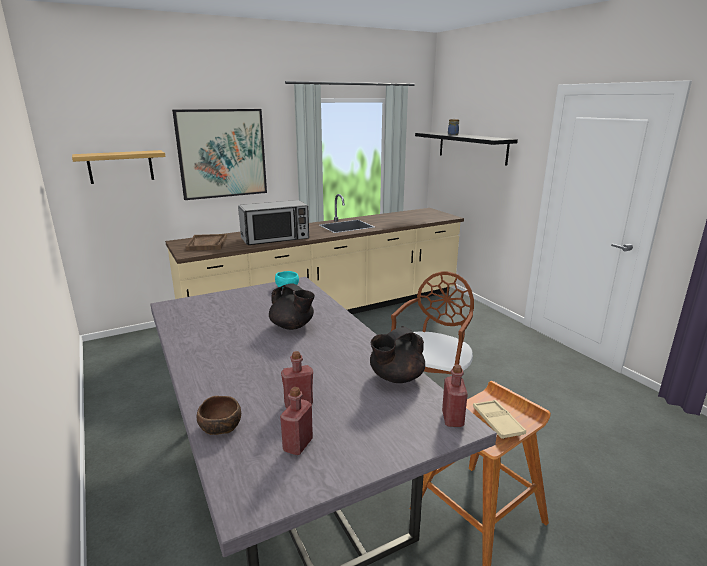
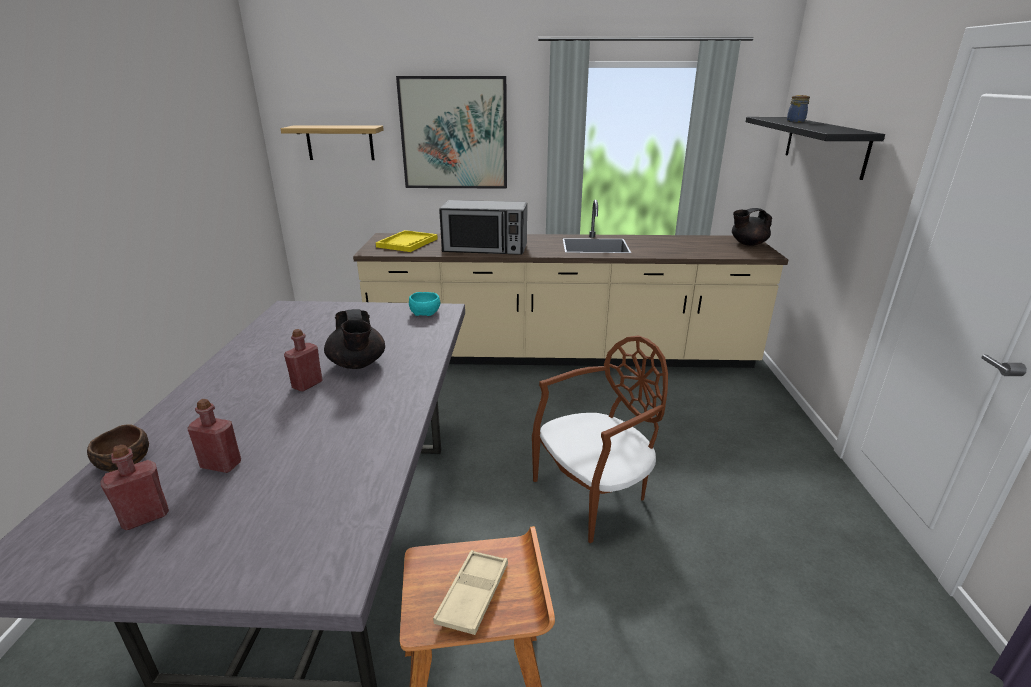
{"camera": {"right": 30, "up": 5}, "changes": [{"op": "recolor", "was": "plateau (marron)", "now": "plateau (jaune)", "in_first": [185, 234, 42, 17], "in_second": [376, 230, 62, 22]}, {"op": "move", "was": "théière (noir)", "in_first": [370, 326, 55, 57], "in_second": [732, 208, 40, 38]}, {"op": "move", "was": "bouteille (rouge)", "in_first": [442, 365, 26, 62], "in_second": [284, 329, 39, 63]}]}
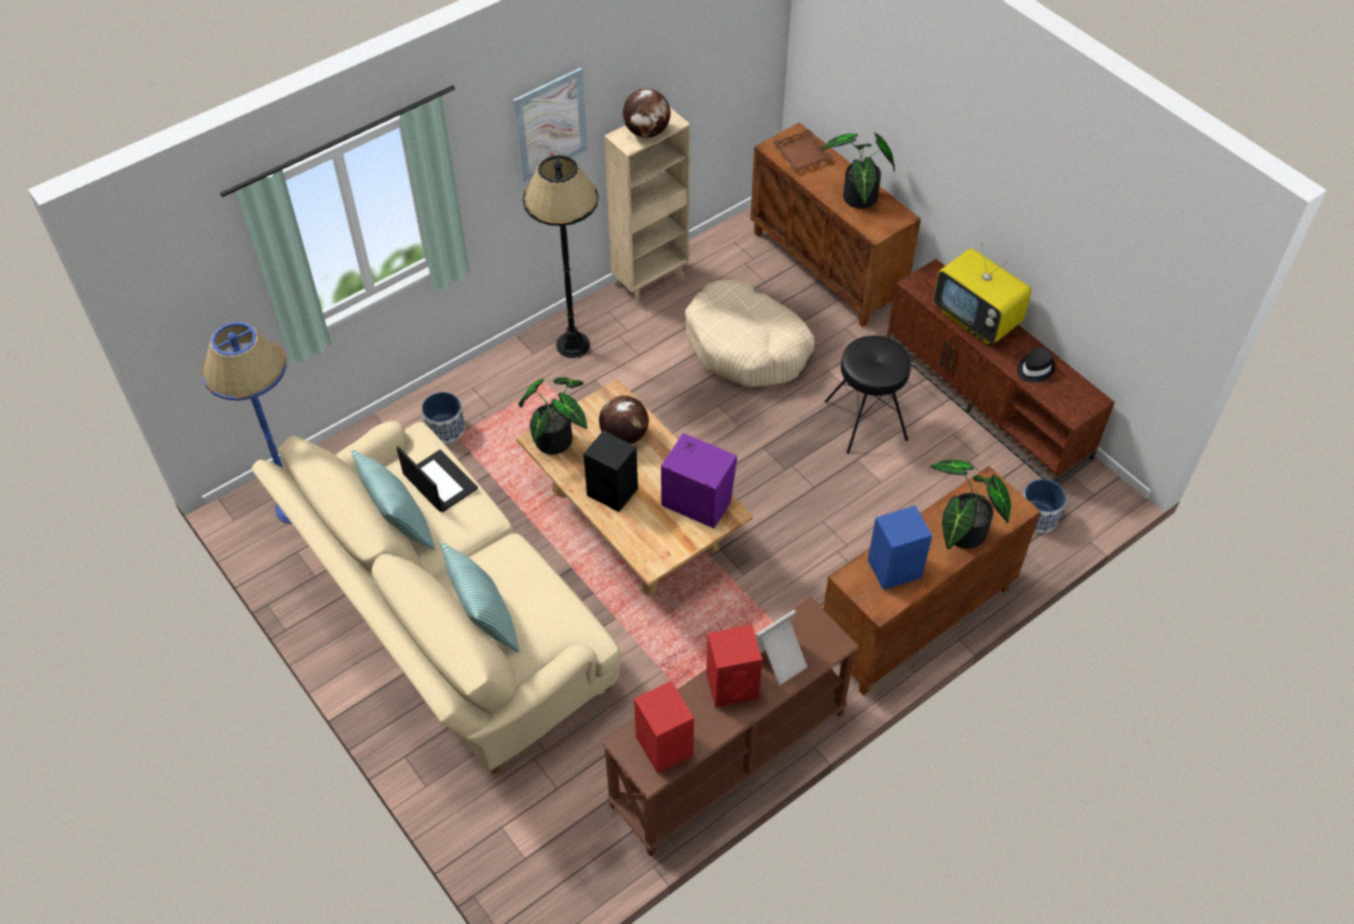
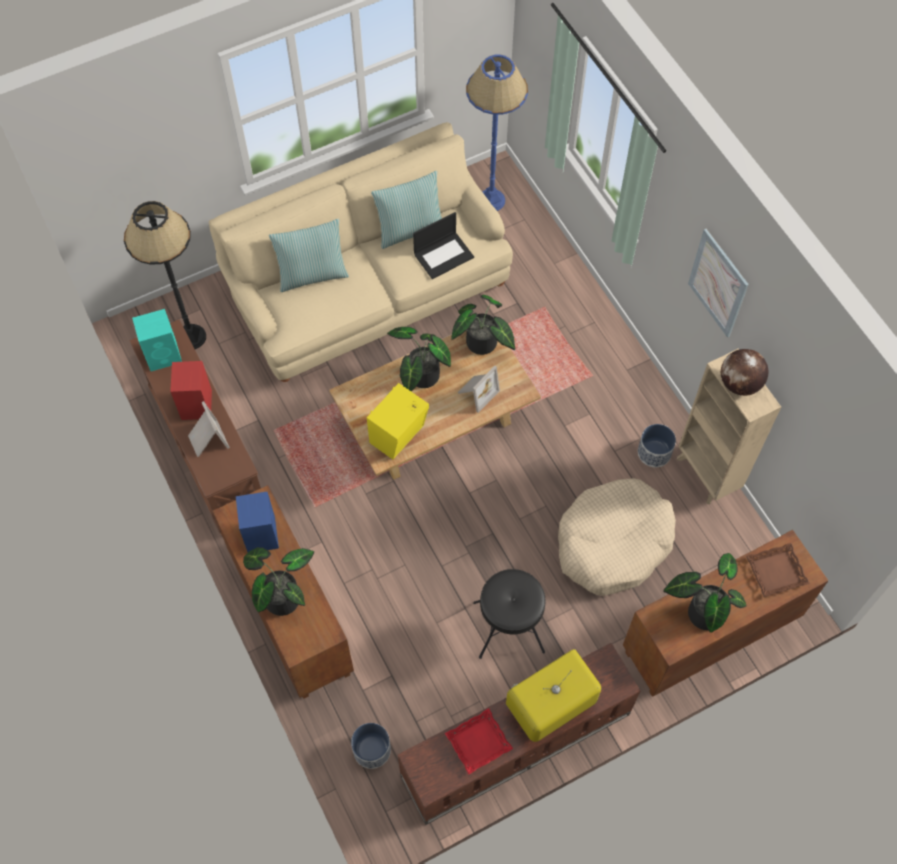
{"camera": {"right": 100, "up": 10}, "changes": [{"op": "move", "was": "cache-pot", "in_first": [422, 392, 43, 51], "in_second": [638, 424, 38, 43]}, {"op": "move", "was": "lampadaire (noir)", "in_first": [523, 155, 76, 203], "in_second": [124, 201, 82, 148]}, {"op": "replace", "was": "enceinte (noir)", "now": "plante en pot", "in_first": [584, 430, 54, 82], "in_second": [387, 327, 64, 64]}, {"op": "replace", "was": "globe", "now": "cadre photo", "in_first": [599, 395, 50, 49], "in_second": [458, 366, 42, 47]}, {"op": "recolor", "was": "enceinte (rouge)", "now": "enceinte (turquoise)", "in_first": [634, 681, 60, 93], "in_second": [132, 309, 50, 62]}, {"op": "recolor", "was": "enceinte (violet)", "now": "enceinte (jaune)", "in_first": [661, 433, 76, 95], "in_second": [367, 383, 62, 76]}, {"op": "replace", "was": "chapeau (noir)", "now": "plateau (rouge)", "in_first": [1017, 347, 38, 36], "in_second": [445, 708, 68, 67]}]}
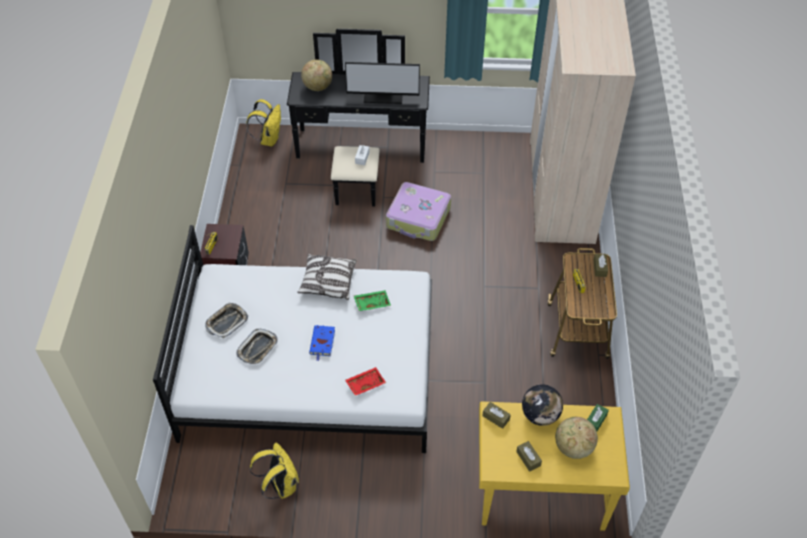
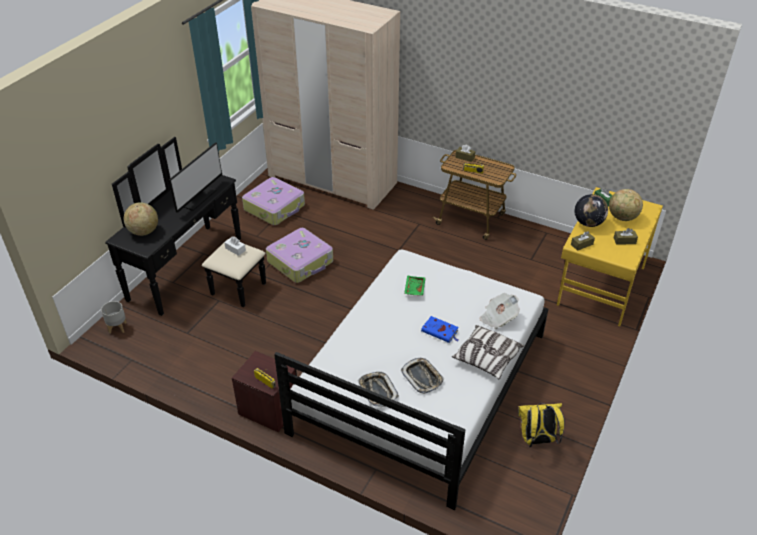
{"camera": {"right": -65, "up": -10}, "changes": [{"op": "replace", "was": "sac à dos (jaune)", "now": "cache-pot (gris)", "in_first": [246, 99, 35, 48], "in_second": [101, 301, 26, 32]}, {"op": "move", "was": "coussin", "in_first": [297, 254, 59, 46], "in_second": [452, 325, 72, 54]}, {"op": "replace", "was": "plateau (rouge)", "now": "journal", "in_first": [345, 367, 41, 29], "in_second": [479, 293, 41, 36]}, {"op": "insert", "now": "valise", "in_second": [242, 177, 63, 48]}]}
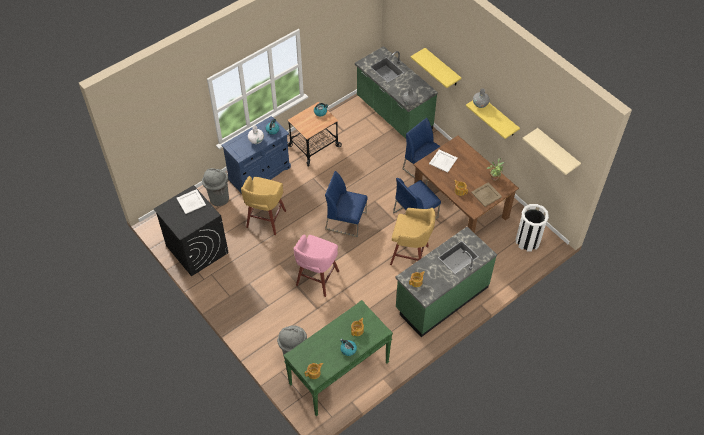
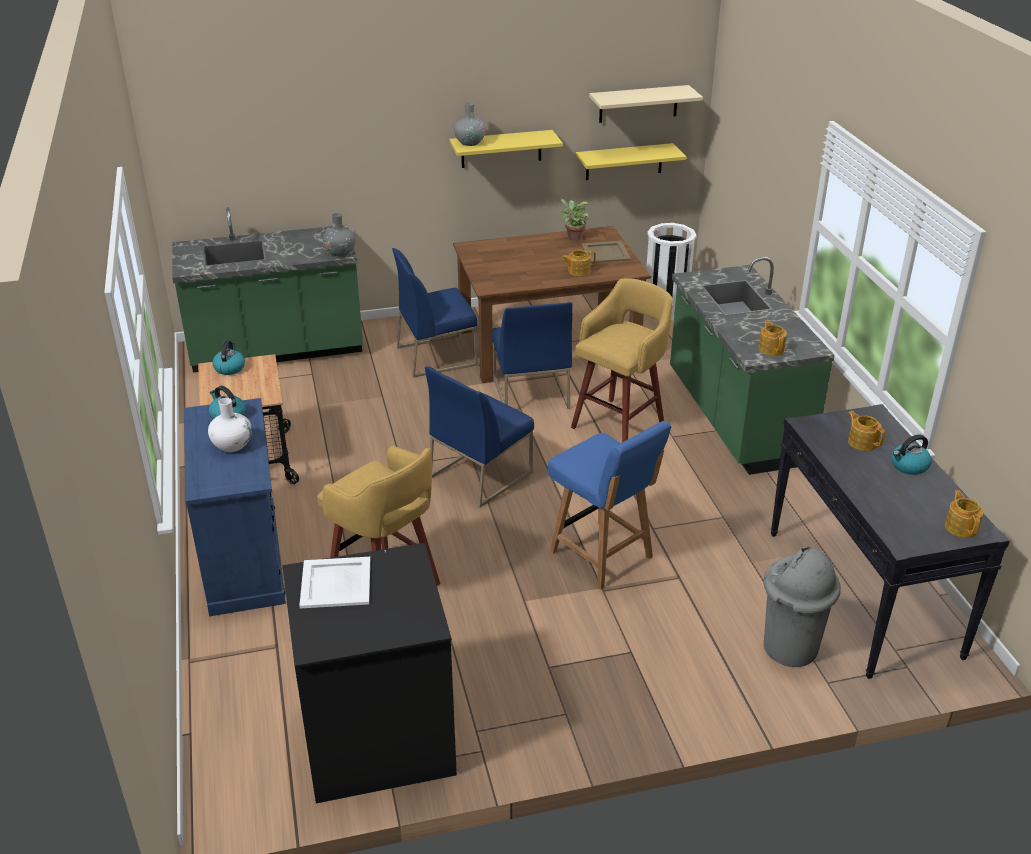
{"camera": {"right": -65, "up": -20}, "changes": [{"op": "delete", "was": "poubelle (gris)", "in_first": [202, 168, 27, 38]}, {"op": "recolor", "was": "table console (vert)", "now": "table console (noir)", "in_first": [283, 300, 110, 117], "in_second": [770, 404, 240, 275]}, {"op": "replace", "was": "tabouret (rose)", "now": "chaise (bleu)", "in_first": [294, 234, 45, 63], "in_second": [548, 421, 123, 169]}, {"op": "move", "was": "étagère (jaune)", "in_first": [410, 48, 52, 40], "in_second": [576, 143, 111, 37]}, {"op": "delete", "was": "plateau (blanc)", "in_first": [429, 150, 29, 22]}]}
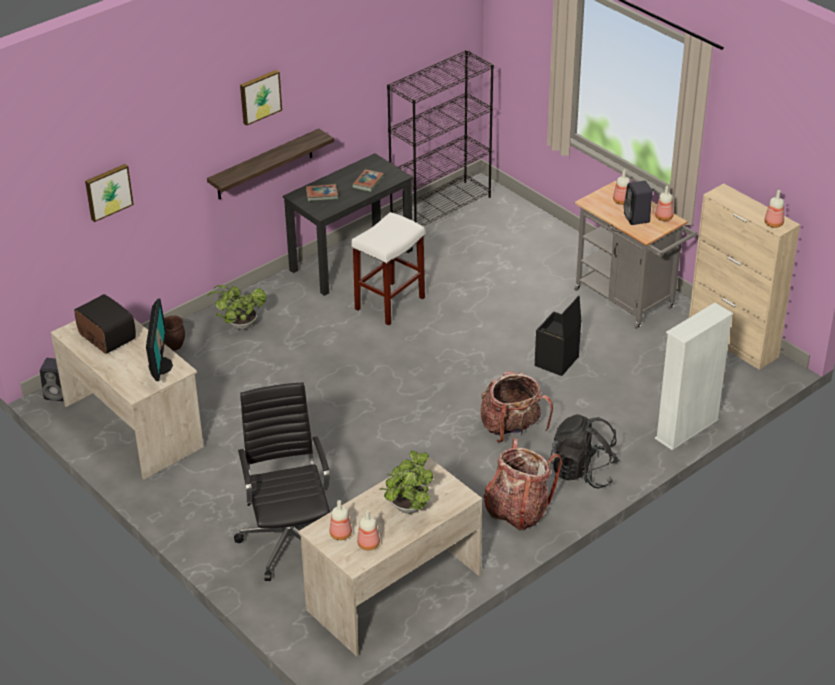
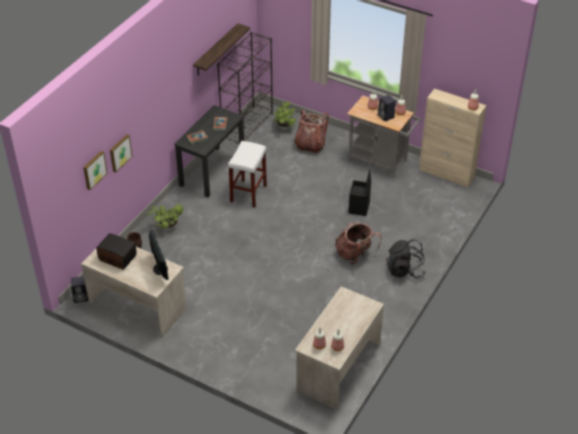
{"camera": {"right": -20, "up": 5}, "changes": [{"op": "move", "was": "étagère", "in_first": [207, 129, 127, 70], "in_second": [193, 23, 57, 53]}, {"op": "delete", "was": "chaise de bureau (noir)", "in_first": [234, 382, 96, 199]}, {"op": "move", "was": "tableau", "in_first": [240, 70, 42, 56], "in_second": [110, 134, 22, 39]}, {"op": "move", "was": "plante en pot", "in_first": [380, 451, 53, 63], "in_second": [274, 102, 22, 28]}, {"op": "move", "was": "sac à dos", "in_first": [483, 438, 79, 93], "in_second": [294, 110, 35, 43]}, {"op": "delete", "was": "bibliothèque (blanc)", "in_first": [655, 303, 78, 147]}]}
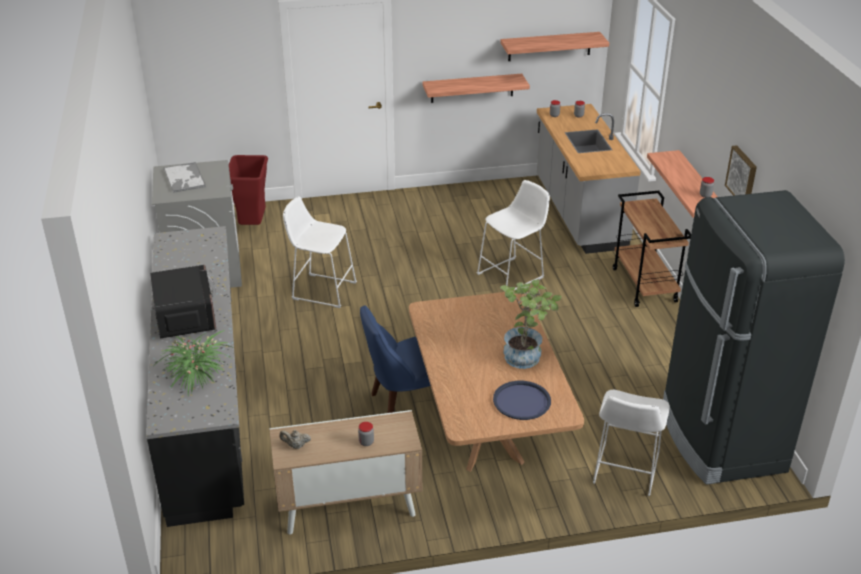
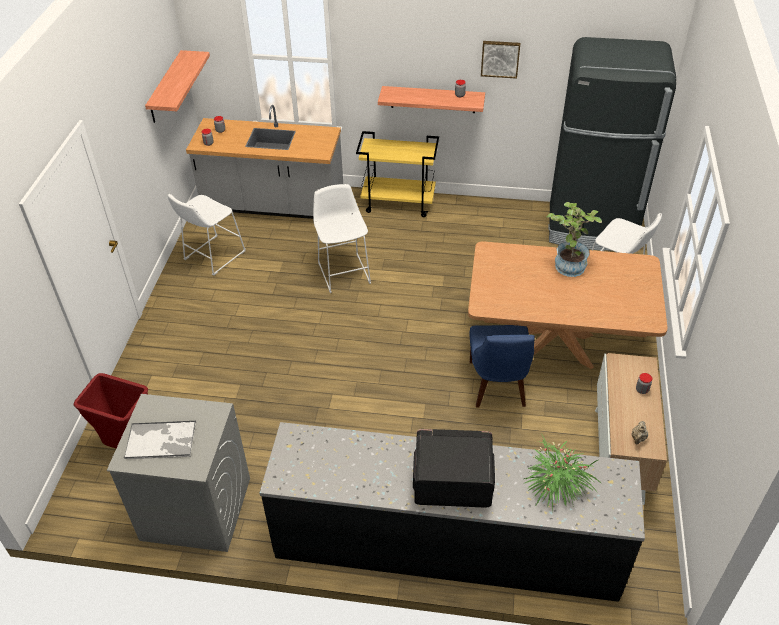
{"camera": {"right": -70, "up": 10}, "changes": [{"op": "move", "was": "tabouret (blanc)", "in_first": [283, 196, 74, 112], "in_second": [168, 194, 78, 82]}, {"op": "delete", "was": "étagère", "in_first": [422, 74, 108, 29]}, {"op": "delete", "was": "plateau (bleu)", "in_first": [493, 381, 58, 39]}, {"op": "recolor", "was": "chariot (marron)", "now": "chariot (jaune)", "in_first": [613, 191, 78, 116], "in_second": [356, 131, 83, 86]}]}
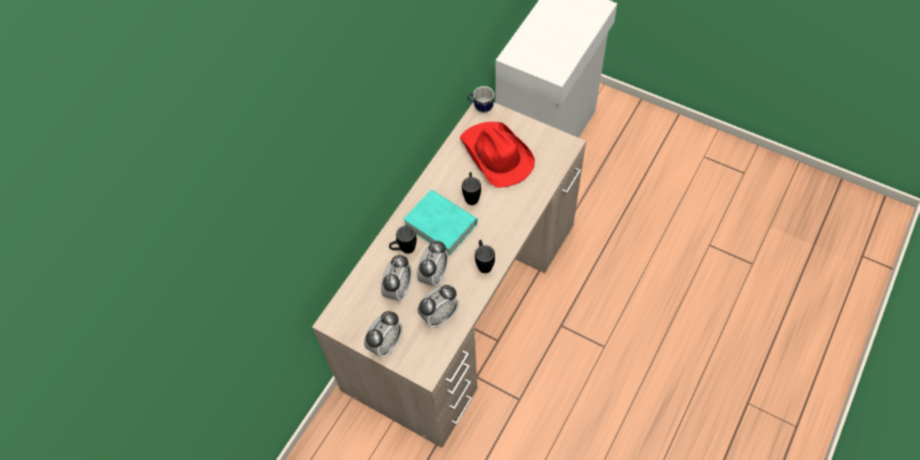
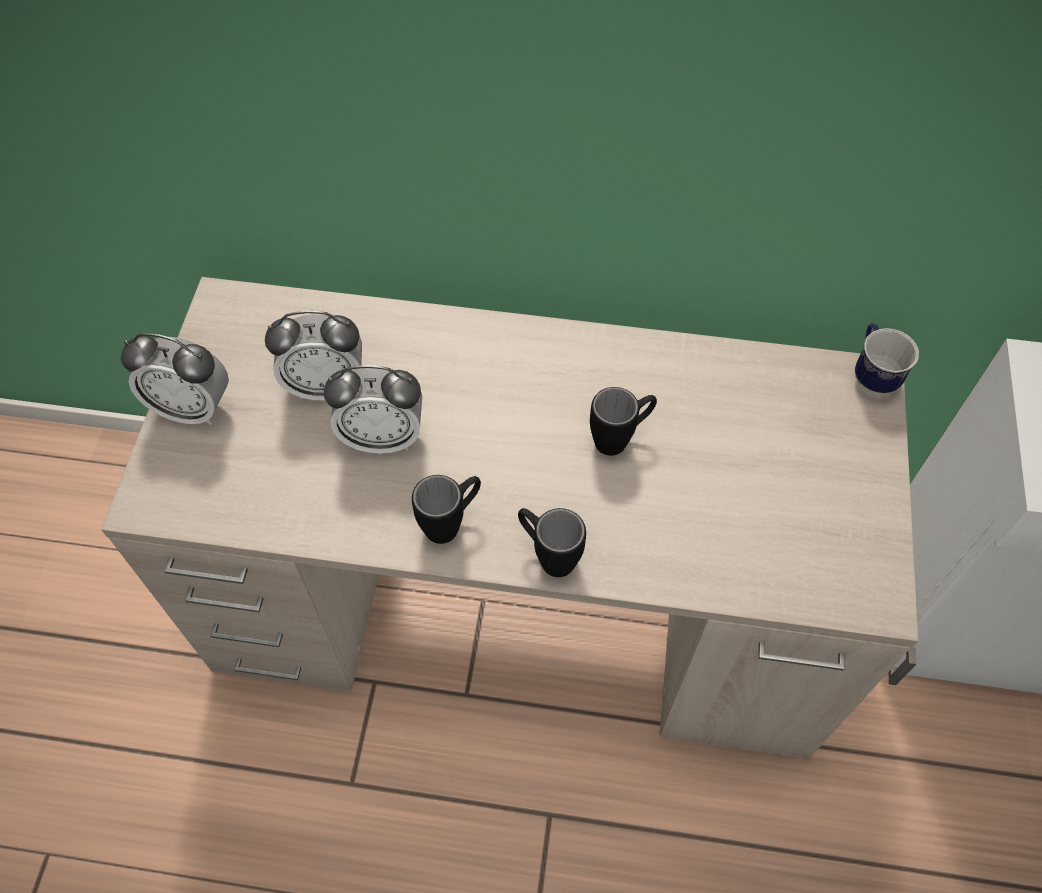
{"camera": {"right": 65, "up": 0}, "changes": [{"op": "move", "was": "mug (noir)", "in_first": [389, 226, 28, 28], "in_second": [518, 508, 68, 69]}, {"op": "delete", "was": "livre (turquoise)", "in_first": [403, 190, 75, 66]}, {"op": "delete", "was": "réveil", "in_first": [418, 285, 41, 43]}, {"op": "delete", "was": "chapeau (rouge)", "in_first": [460, 122, 75, 66]}]}
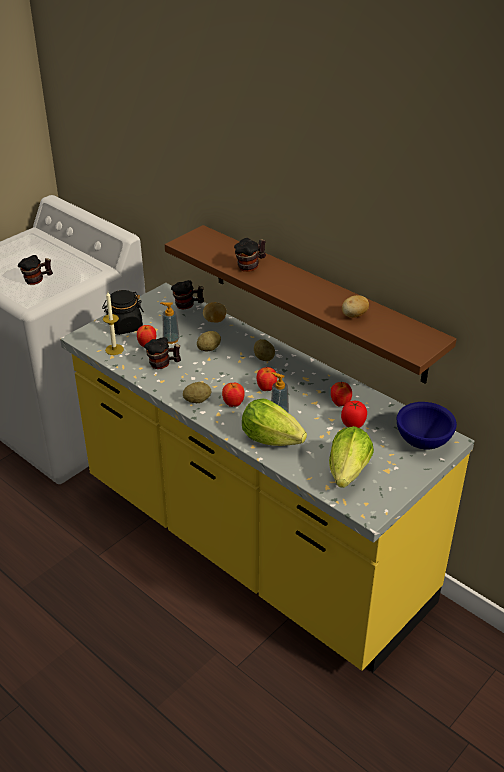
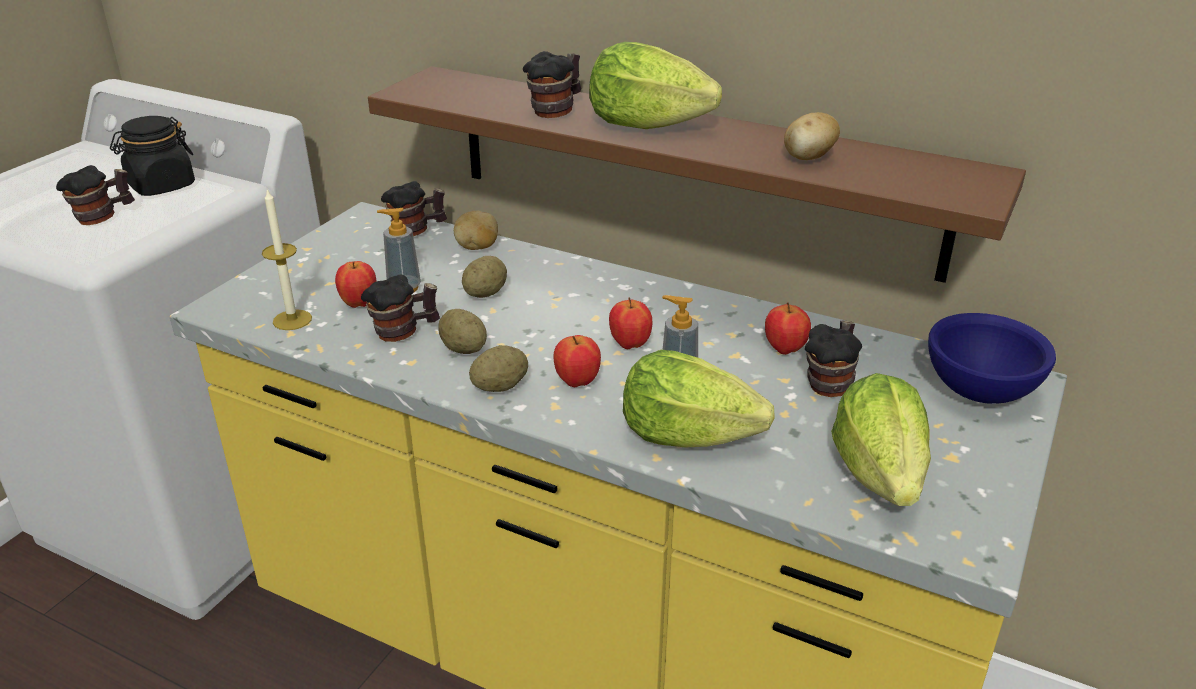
{"camera": {"right": -15, "up": -5}, "changes": [{"op": "move", "was": "bocal (noir)", "in_first": [102, 290, 42, 45], "in_second": [110, 116, 85, 80]}, {"op": "move", "was": "pomme de terre", "in_first": [254, 339, 21, 22], "in_second": [438, 309, 49, 45]}, {"op": "replace", "was": "tomate", "now": "mug", "in_first": [341, 401, 26, 27], "in_second": [805, 321, 57, 76]}, {"op": "insert", "now": "laitue", "in_second": [589, 42, 133, 87]}]}
